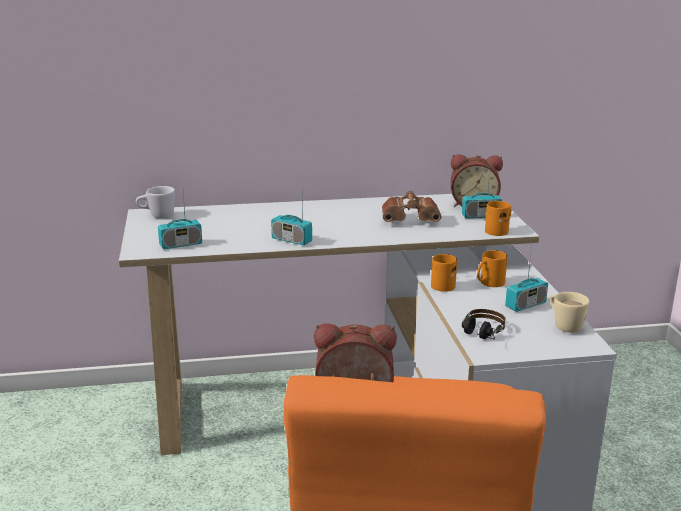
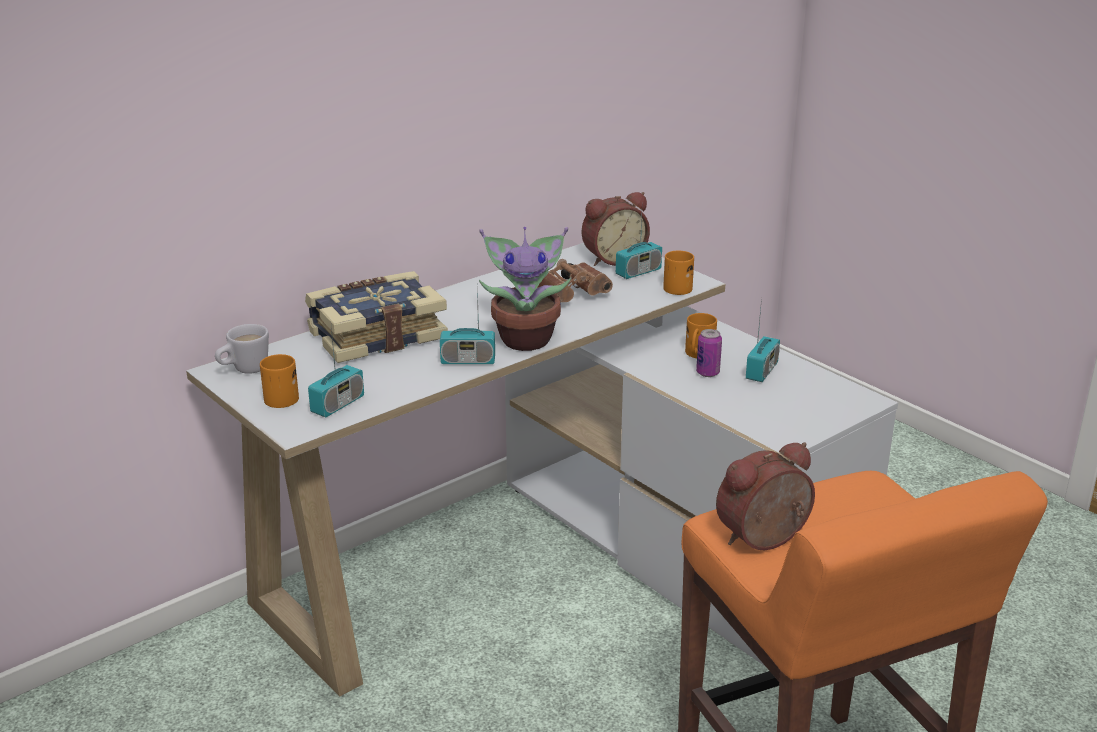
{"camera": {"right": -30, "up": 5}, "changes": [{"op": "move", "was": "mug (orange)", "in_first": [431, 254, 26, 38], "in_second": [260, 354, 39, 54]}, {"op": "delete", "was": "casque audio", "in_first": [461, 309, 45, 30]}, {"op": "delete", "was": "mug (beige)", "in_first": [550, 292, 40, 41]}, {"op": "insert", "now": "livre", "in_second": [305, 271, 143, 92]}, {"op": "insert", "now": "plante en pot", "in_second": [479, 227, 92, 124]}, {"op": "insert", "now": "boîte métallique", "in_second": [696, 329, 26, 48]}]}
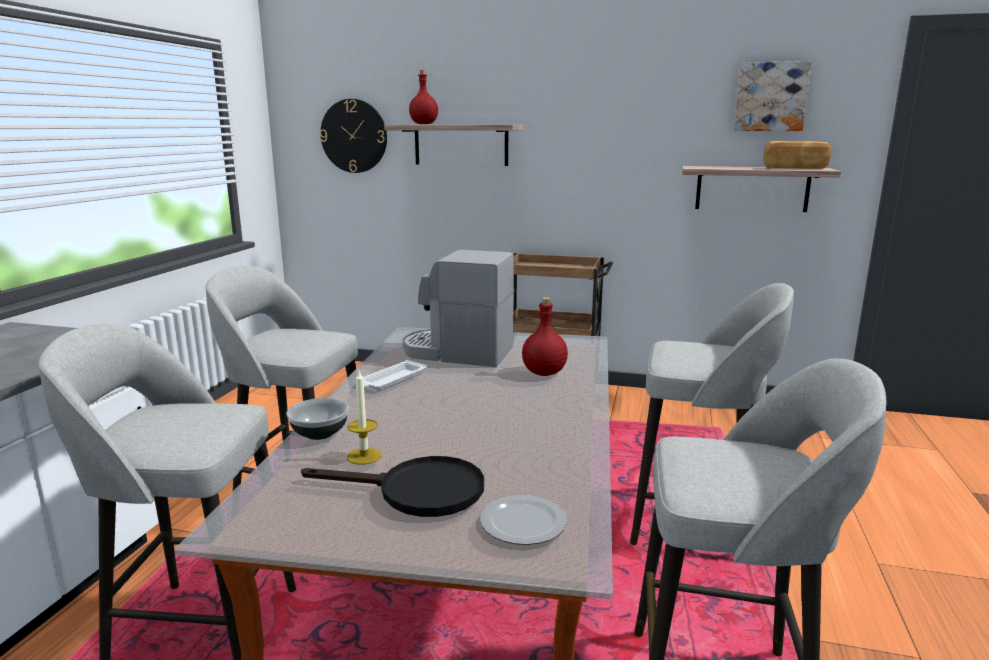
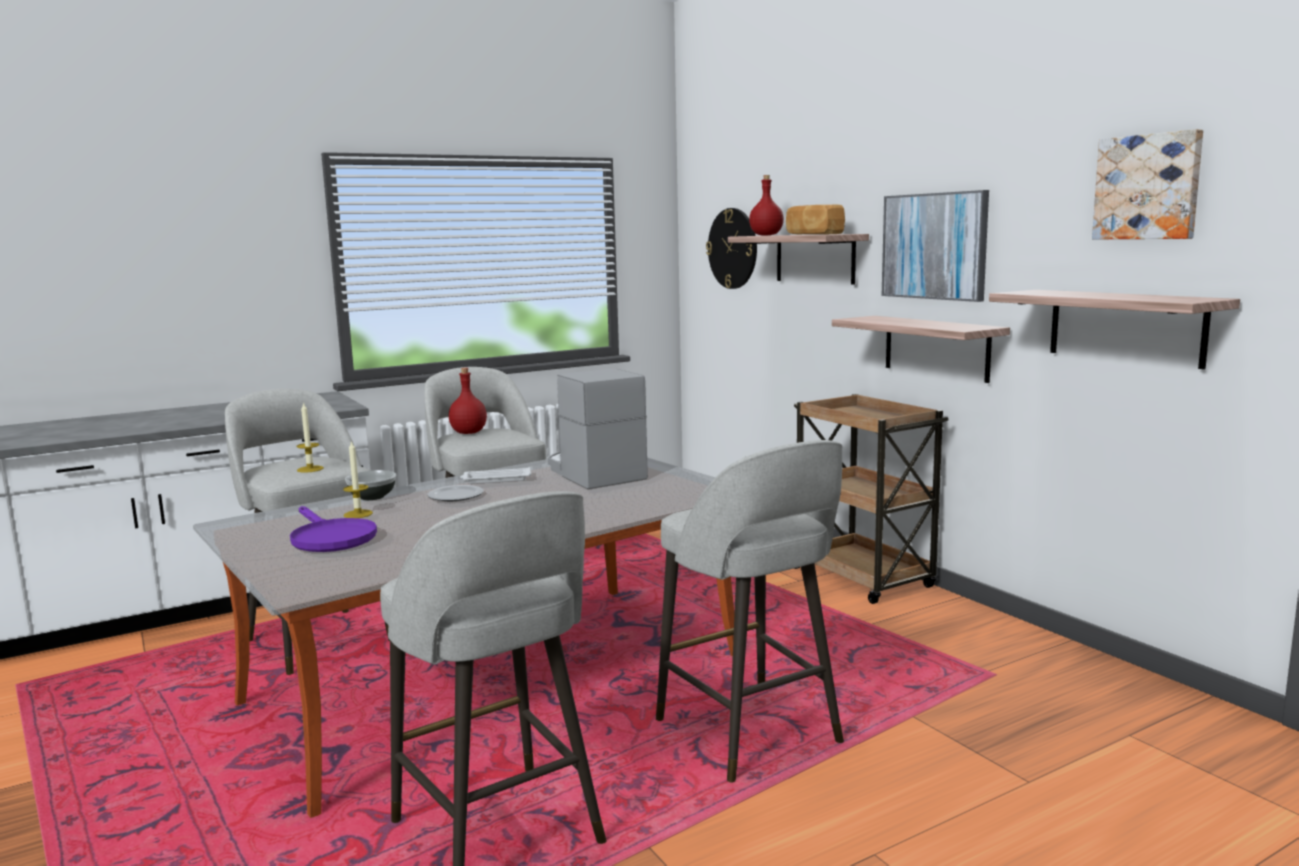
{"camera": {"right": 45, "up": -5}, "changes": [{"op": "recolor", "was": "poêle (noir)", "now": "poêle (violet)", "in_first": [301, 456, 183, 61], "in_second": [290, 506, 87, 46]}, {"op": "move", "was": "assiette", "in_first": [480, 495, 87, 50], "in_second": [427, 485, 56, 16]}, {"op": "move", "was": "bouteille (rouge)", "in_first": [522, 297, 46, 79], "in_second": [449, 368, 38, 66]}, {"op": "move", "was": "pain", "in_first": [763, 141, 68, 28], "in_second": [786, 204, 59, 30]}, {"op": "insert", "now": "bougie", "in_second": [296, 402, 28, 71]}, {"op": "insert", "now": "étagère", "in_second": [832, 316, 178, 67]}, {"op": "insert", "now": "tableau", "in_second": [882, 190, 107, 112]}]}
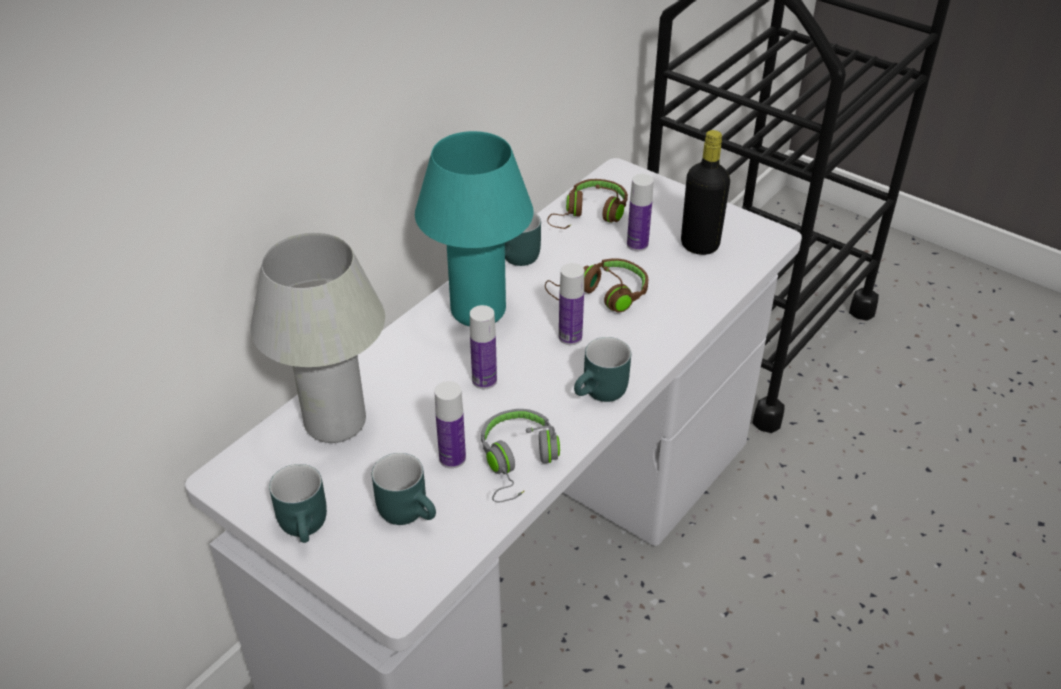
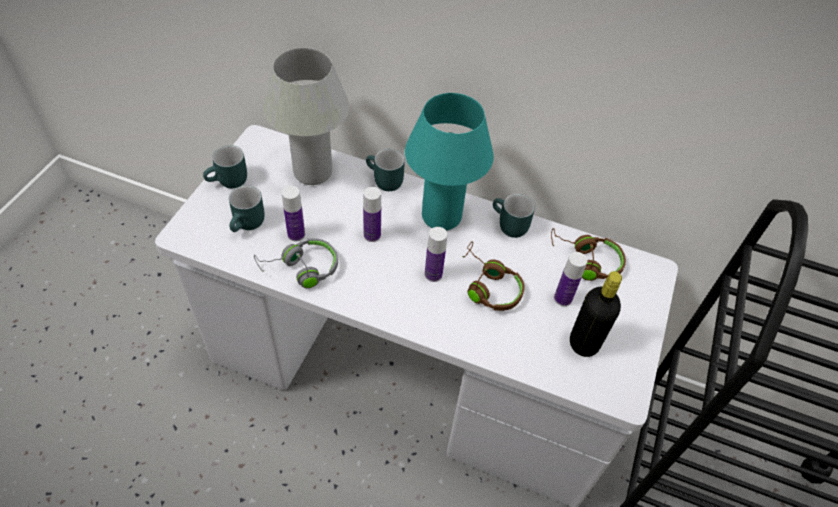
{"camera": {"right": 70, "up": 10}, "changes": [{"op": "move", "was": "mug (turquoise)", "in_first": [574, 337, 57, 65], "in_second": [366, 149, 39, 42]}]}
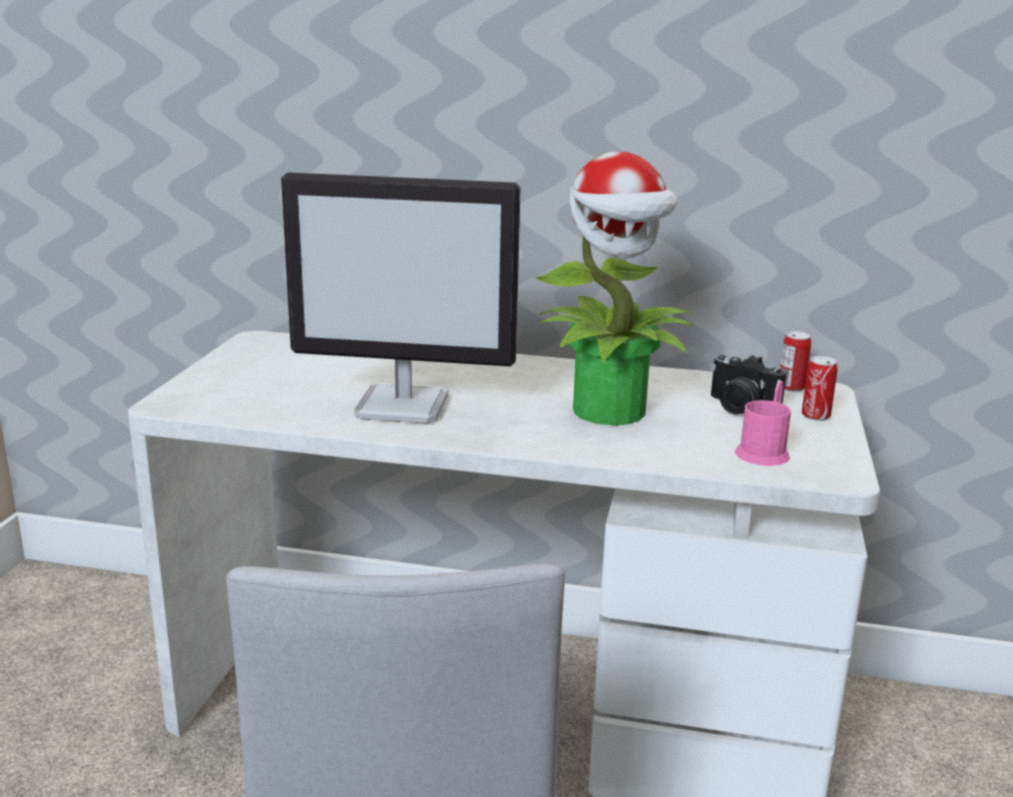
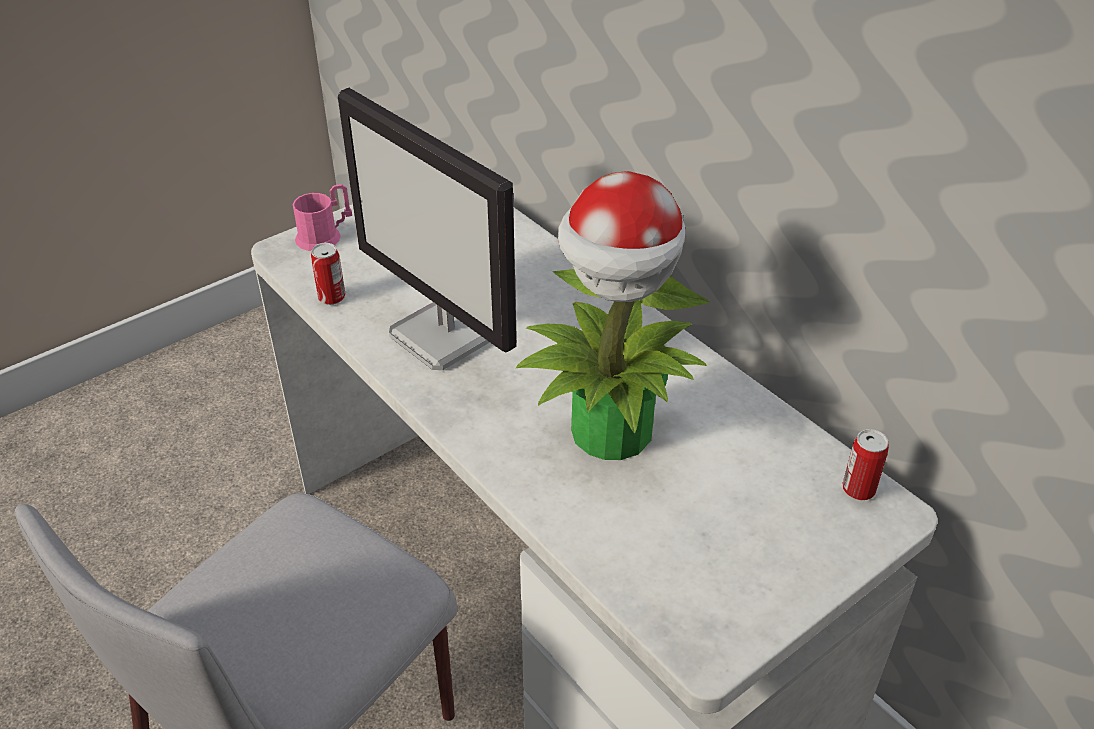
{"camera": {"right": 40, "up": 20}, "changes": [{"op": "delete", "was": "appareil photo", "in_first": [711, 355, 75, 59]}, {"op": "move", "was": "mug (rose)", "in_first": [735, 381, 56, 85], "in_second": [293, 184, 59, 67]}, {"op": "move", "was": "boîte métallique", "in_first": [802, 356, 36, 65], "in_second": [311, 243, 34, 62]}]}
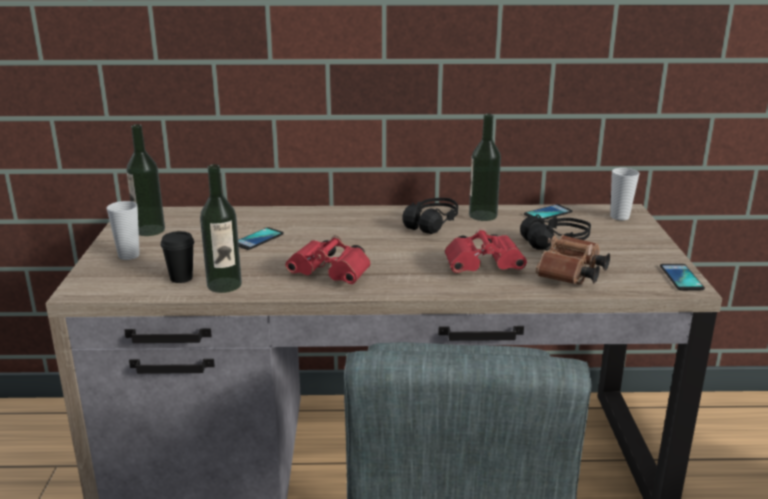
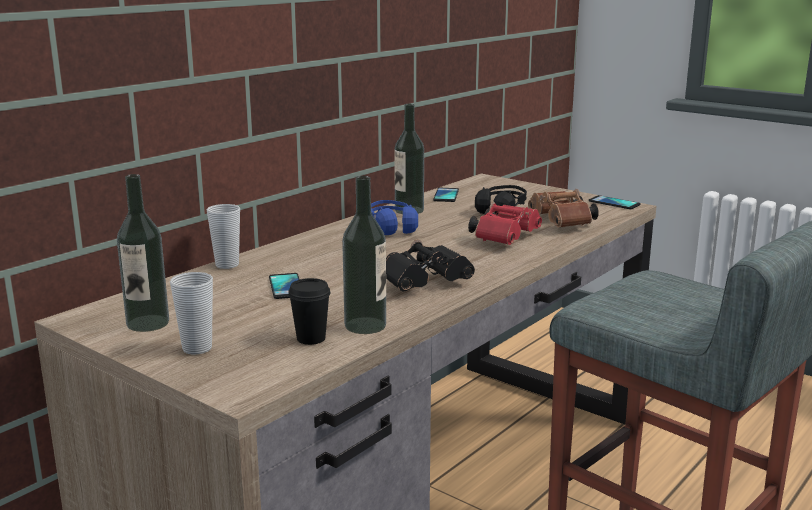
{"camera": {"right": -50, "up": -5}, "changes": [{"op": "recolor", "was": "jumelles (rouge)", "now": "jumelles (noir)", "in_first": [285, 235, 86, 49], "in_second": [386, 240, 89, 51]}, {"op": "recolor", "was": "casque audio (noir)", "now": "casque audio (bleu)", "in_first": [402, 198, 56, 36], "in_second": [371, 200, 47, 35]}, {"op": "move", "was": "tasse", "in_first": [610, 168, 30, 52], "in_second": [207, 204, 33, 65]}]}
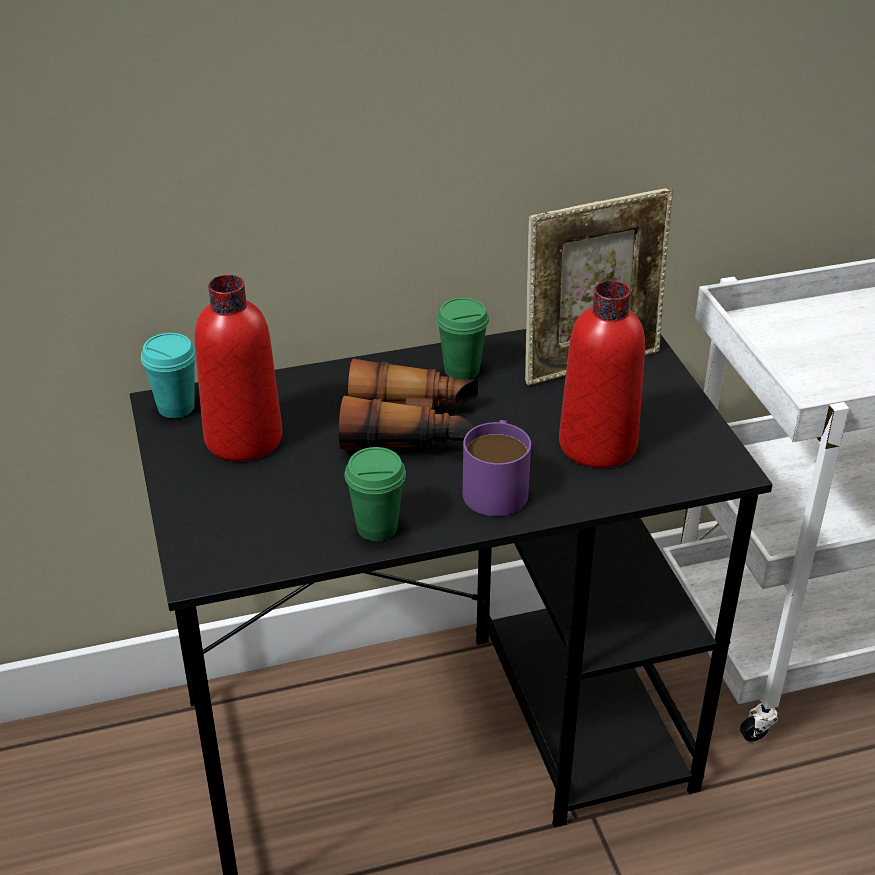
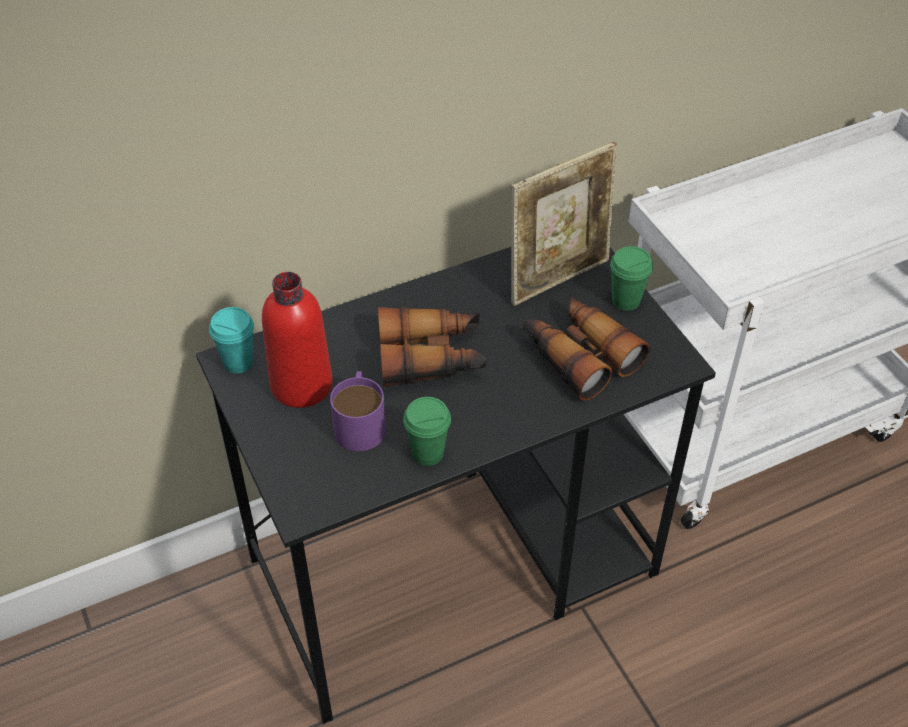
{"camera": {"right": -10, "up": 10}, "changes": [{"op": "move", "was": "tasse (vert)", "in_first": [436, 298, 53, 81], "in_second": [610, 246, 43, 65]}, {"op": "move", "was": "mug (violet)", "in_first": [463, 420, 68, 96], "in_second": [330, 371, 56, 80]}, {"op": "replace", "was": "bouteille (rouge)", "now": "jumelles", "in_first": [559, 281, 86, 187], "in_second": [523, 294, 127, 107]}]}
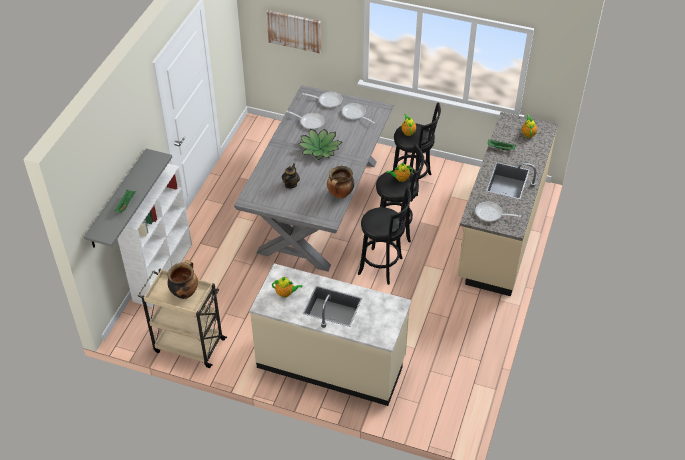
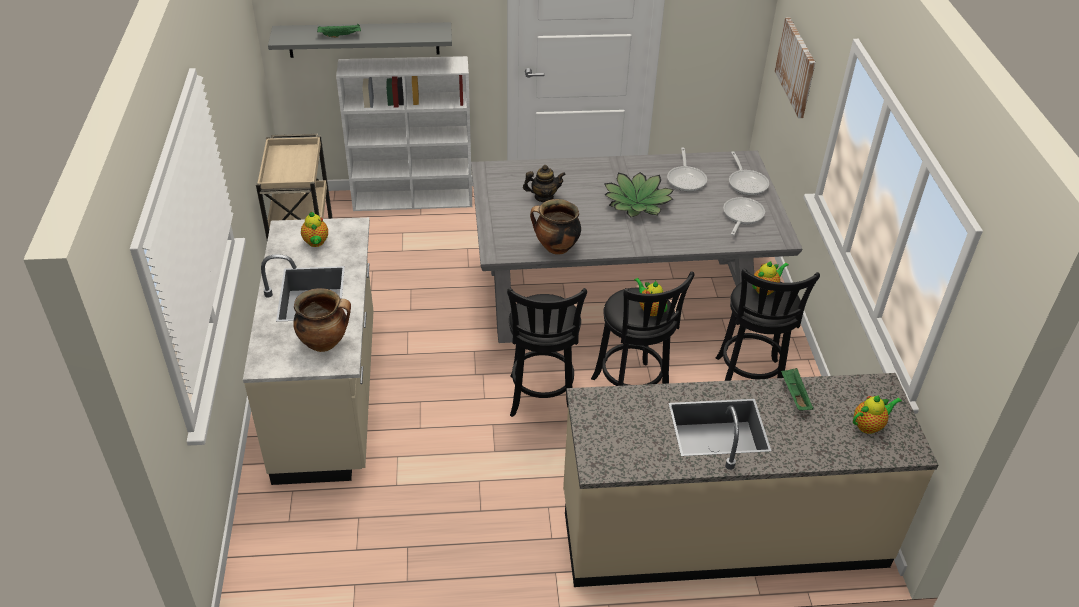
{"camera": {"right": 65, "up": -5}, "changes": [{"op": "move", "was": "marmite", "in_first": [167, 260, 31, 39], "in_second": [293, 288, 58, 64]}, {"op": "delete", "was": "poêle", "in_first": [475, 202, 46, 20]}]}
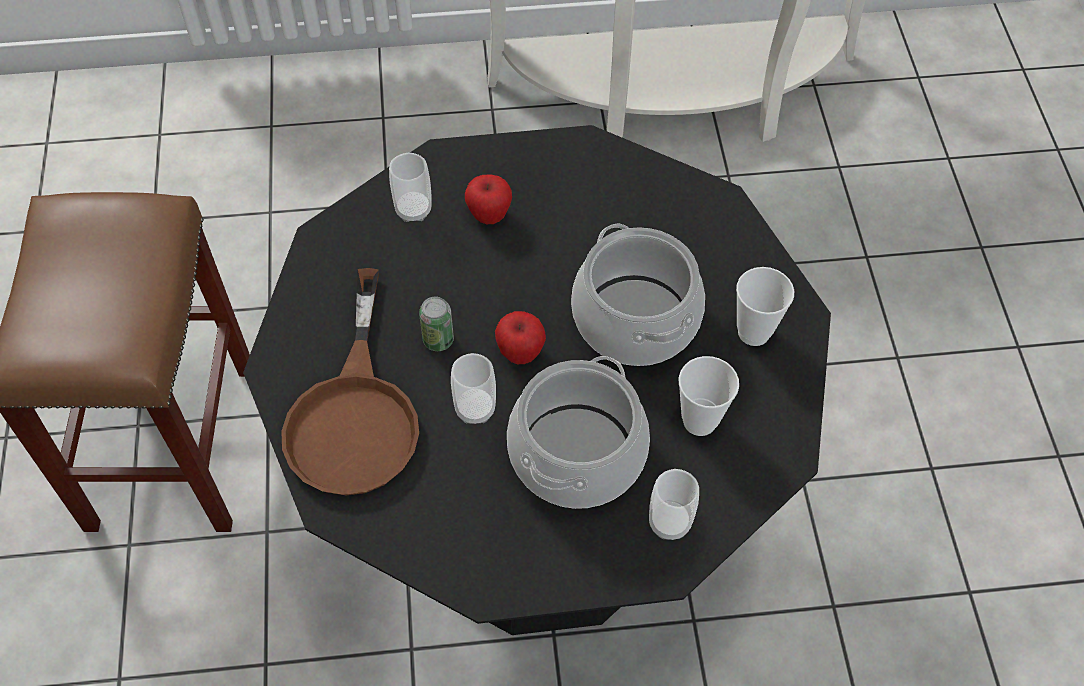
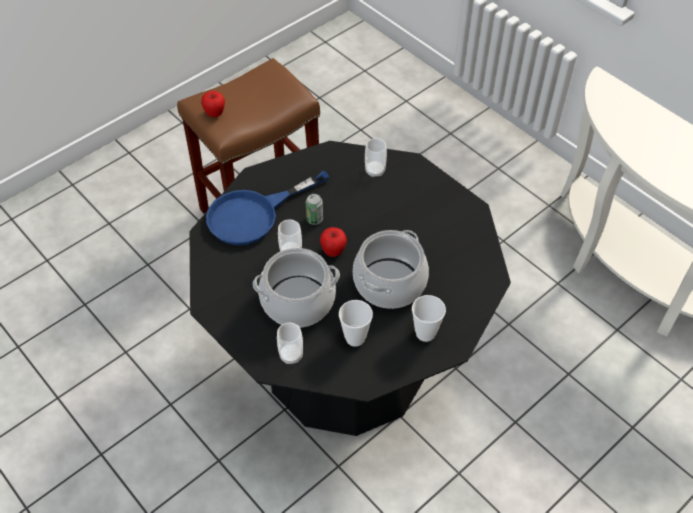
{"camera": {"right": 55, "up": -5}, "changes": [{"op": "recolor", "was": "poêle (marron)", "now": "poêle (bleu)", "in_first": [281, 268, 138, 227], "in_second": [206, 170, 123, 76]}, {"op": "move", "was": "pomme", "in_first": [465, 174, 47, 50], "in_second": [201, 91, 24, 26]}]}
